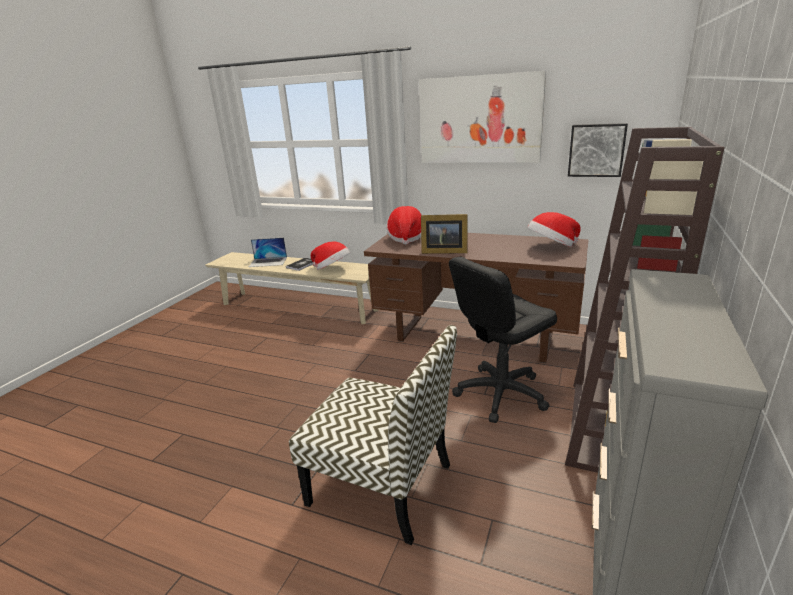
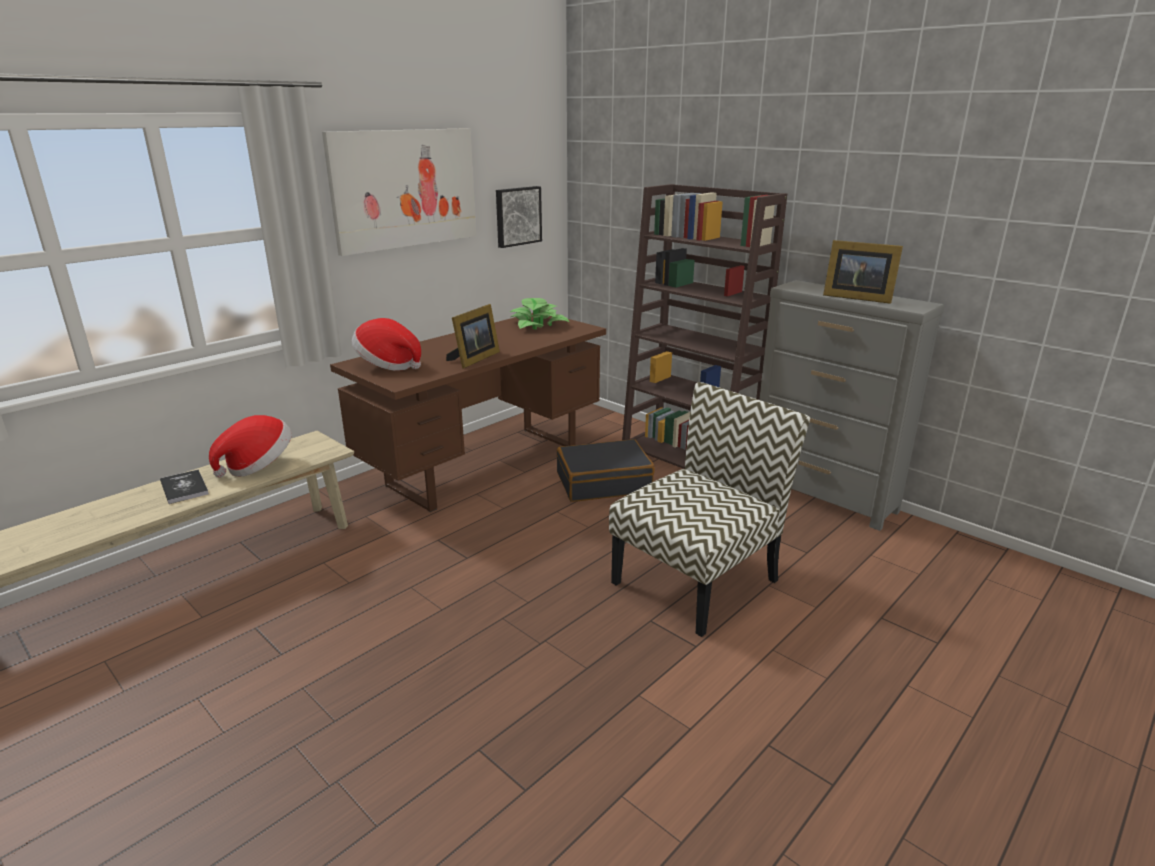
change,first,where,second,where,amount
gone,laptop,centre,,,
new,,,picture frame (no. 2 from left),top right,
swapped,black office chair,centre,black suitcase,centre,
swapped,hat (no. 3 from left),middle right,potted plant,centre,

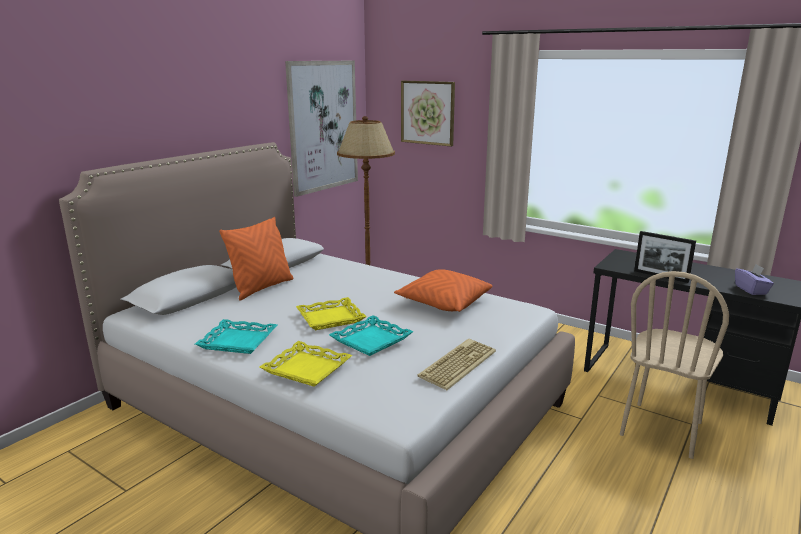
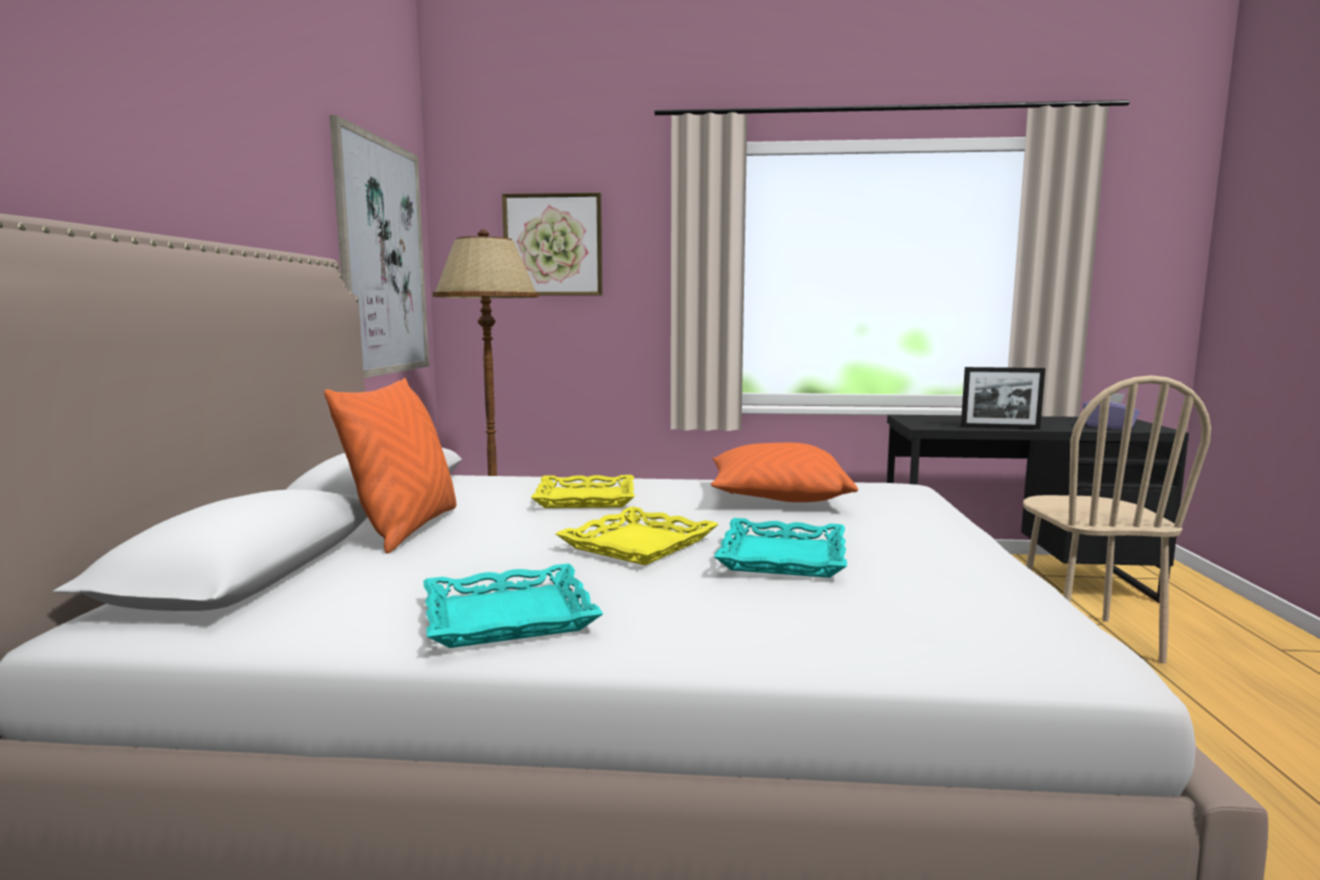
change,first,where,second,where,amount
gone,keyboard,bottom centre,,,
shifted,yellow tray (no. 1 from left),bottom centre,,centre,

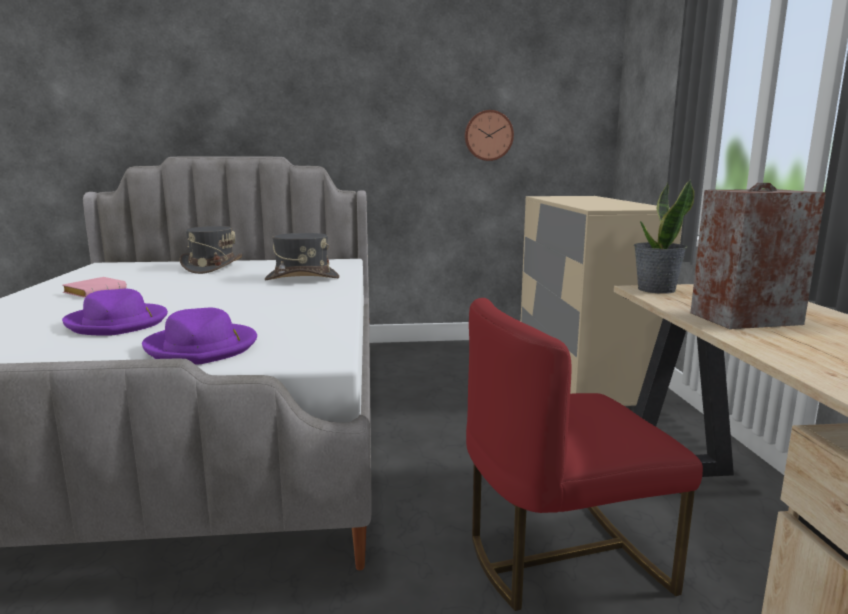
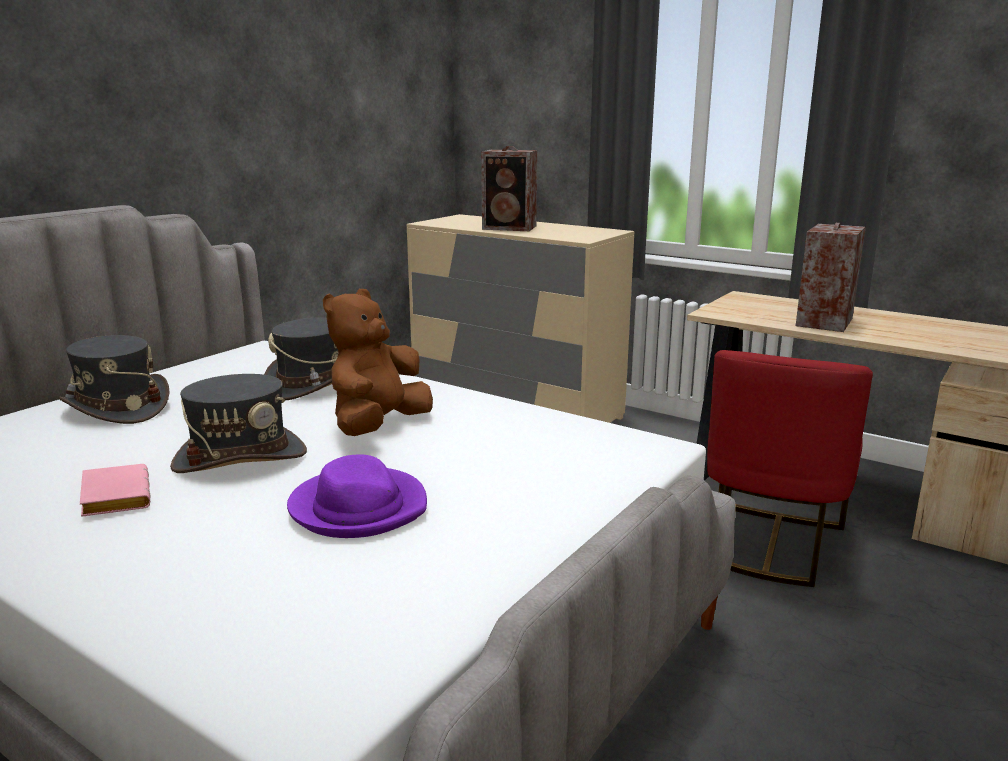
change,first,where,second,where,amount
gone,purple hat (no. 2 from left),middle left,,,
gone,wall clock,top centre,,,
gone,potted plant,middle right,,,
new,,,grey hat (no. 2 from left),middle left,
new,,,brown plush toy,centre,
new,,,speaker (no. 1 from left),top centre,

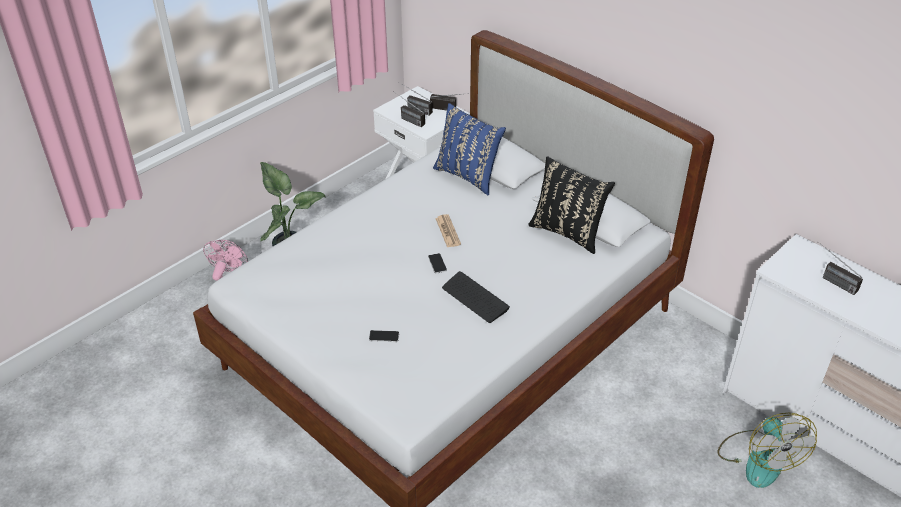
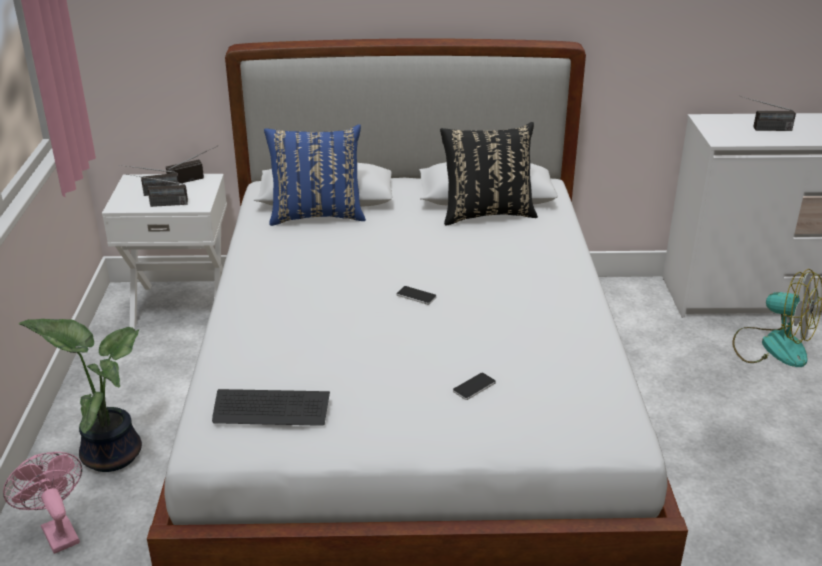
change,first,where,second,where,amount
gone,newspaper,centre,,,
shifted,keyboard,centre,,bottom left,

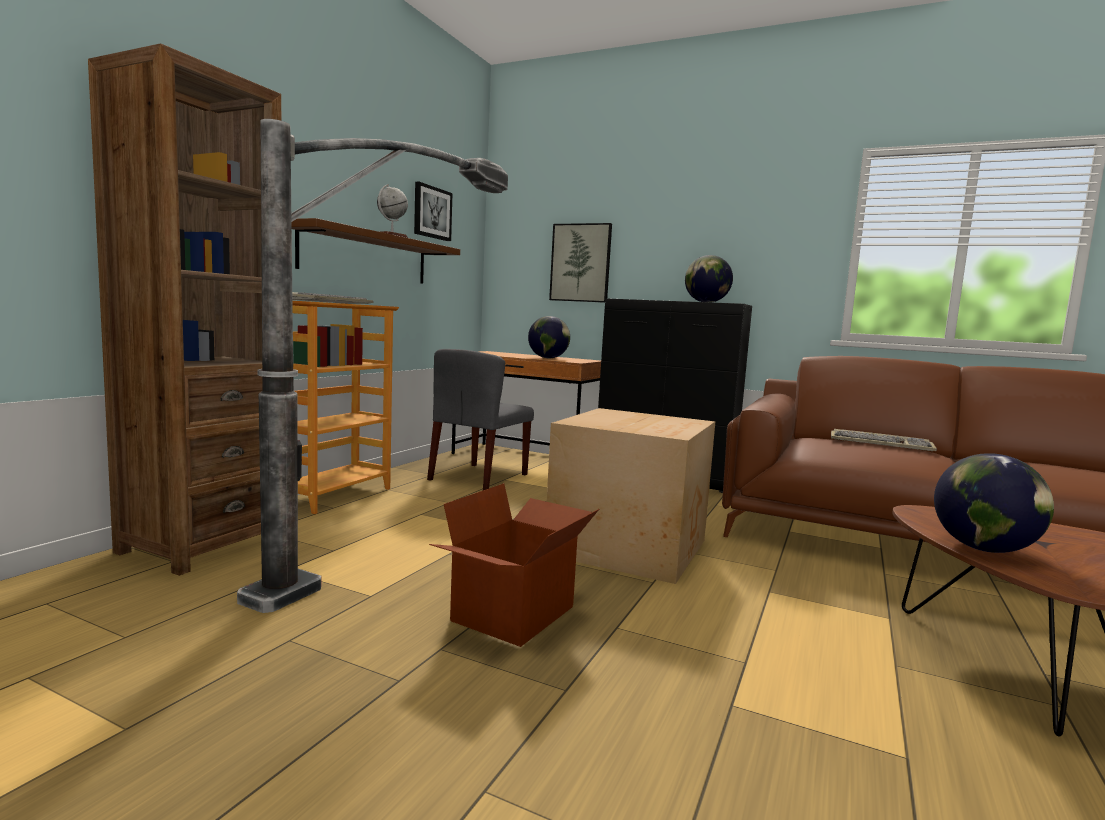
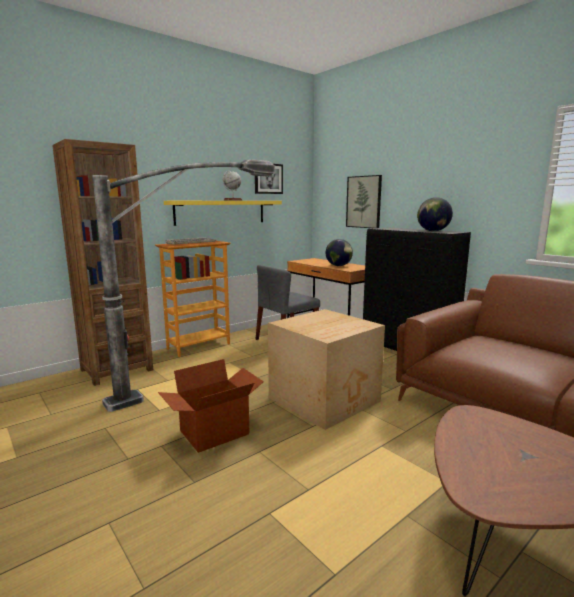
change,first,where,second,where,amount
gone,keyboard (no. 2 from left),middle right,,,
gone,globe (no. 4 from left),middle right,,,
repainted,brown shelf,top centre,yellow shelf,centre,

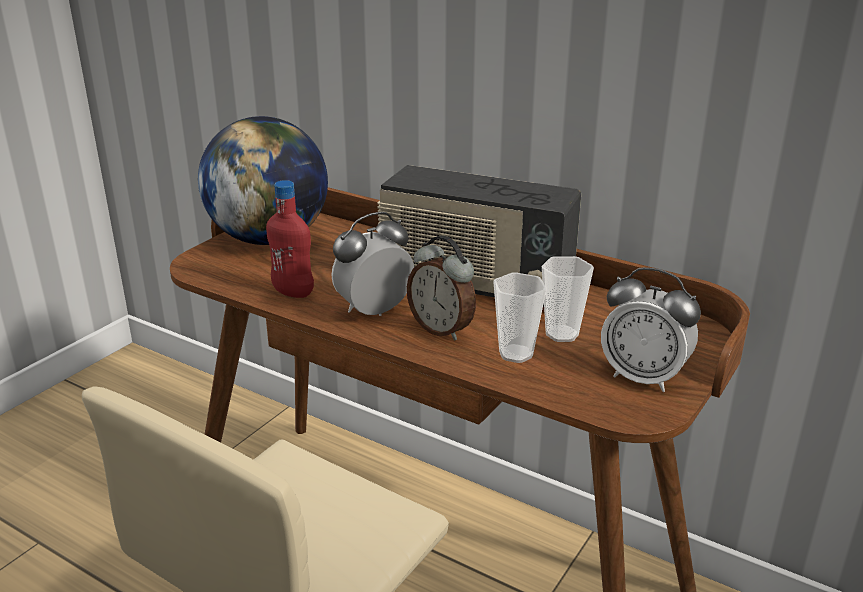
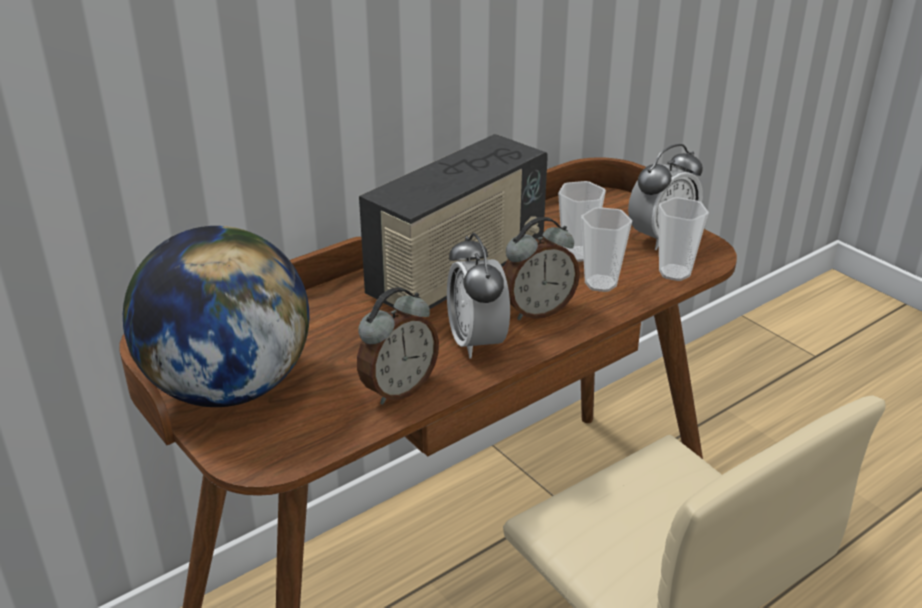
change,first,where,second,where,amount
new,,,cup (no. 3 from left),middle right,
swapped,red bottle,centre,alarm clock (no. 1 from left),centre,

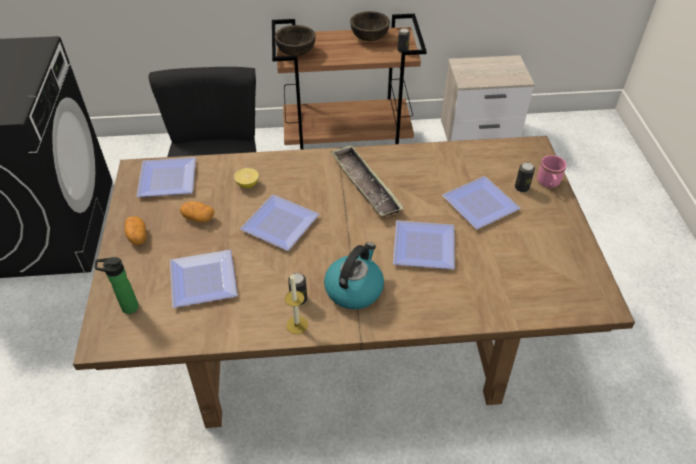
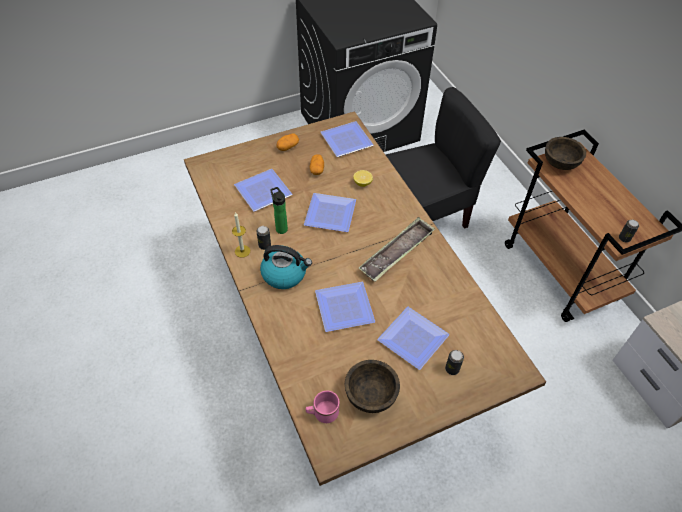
change,first,where,second,where,amount
shifted,bottle,middle left,,centre,
shifted,brown bowl (no. 2 from left in the first image),top centre,brown bowl (no. 1 from left),bottom centre,
shifted,pink mug,middle right,,bottom centre,

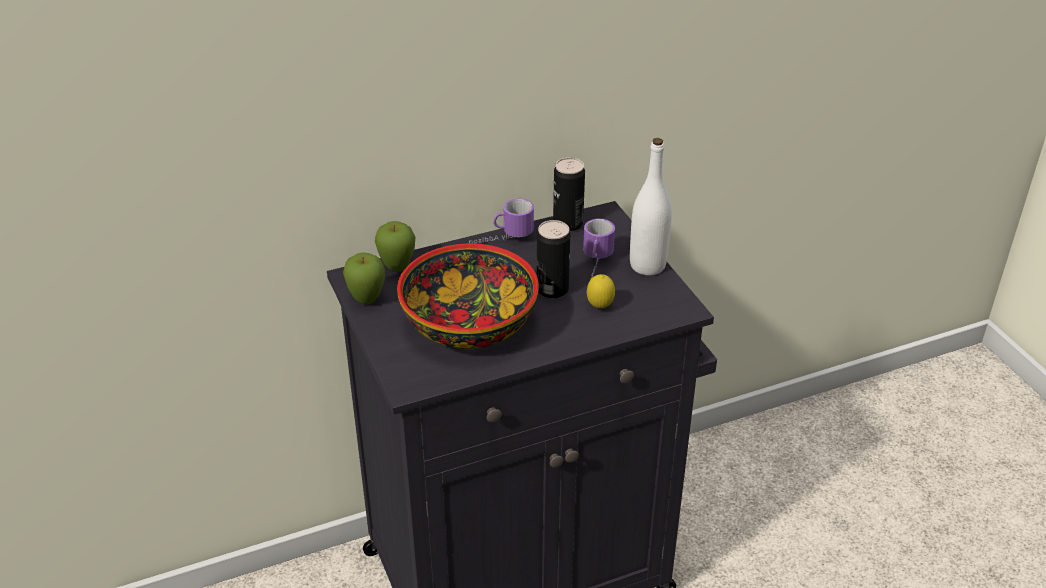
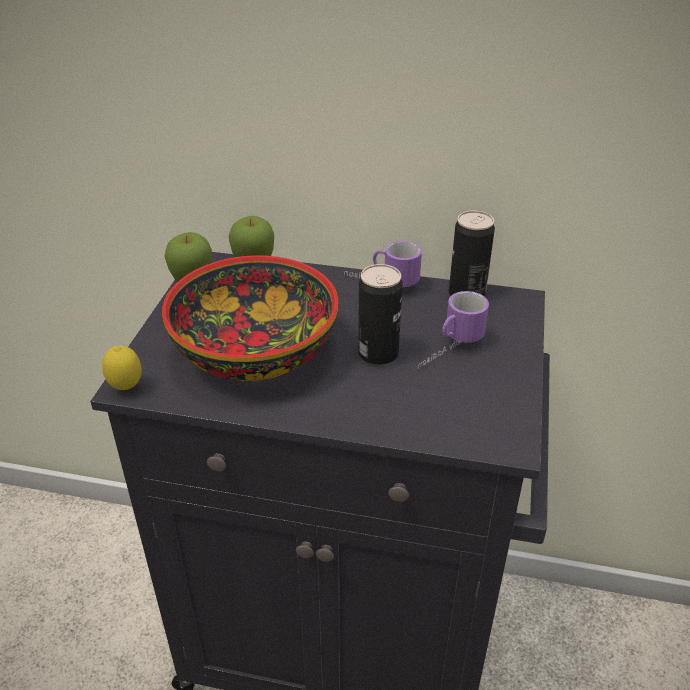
change,first,where,second,where,amount
gone,white bottle,centre,,,
shifted,lemon,centre,,middle left,

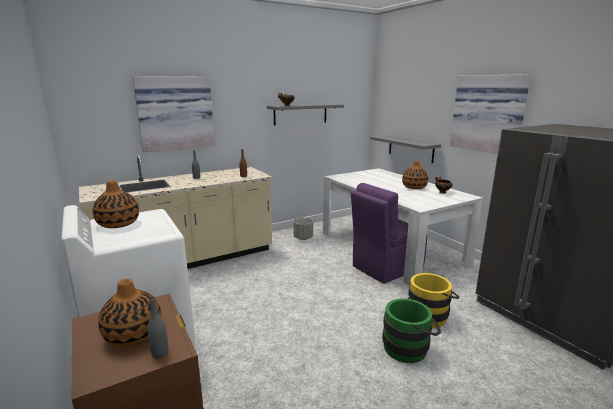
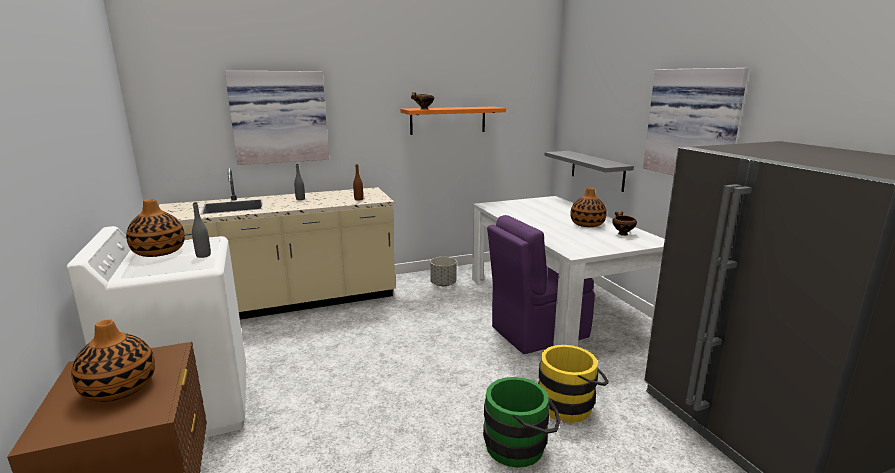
change,first,where,second,where,amount
shifted,grey bottle (no. 1 from left),bottom left,,middle left,
repainted,grey shelf (no. 1 from left),top centre,orange shelf,top centre,

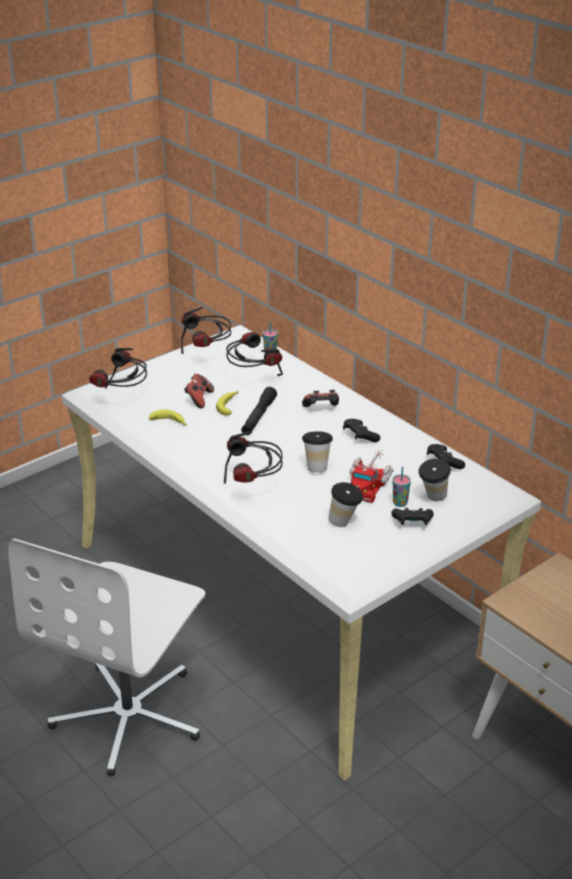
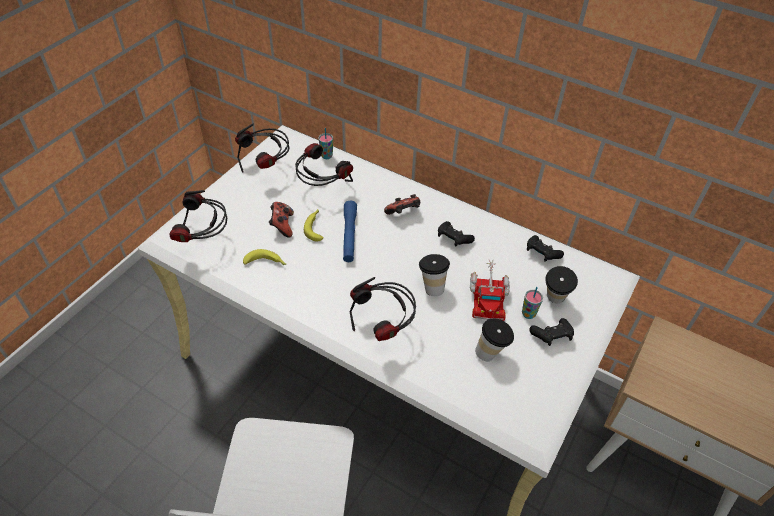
change,first,where,second,where,amount
repainted,black flashlight,centre,blue flashlight,centre,

